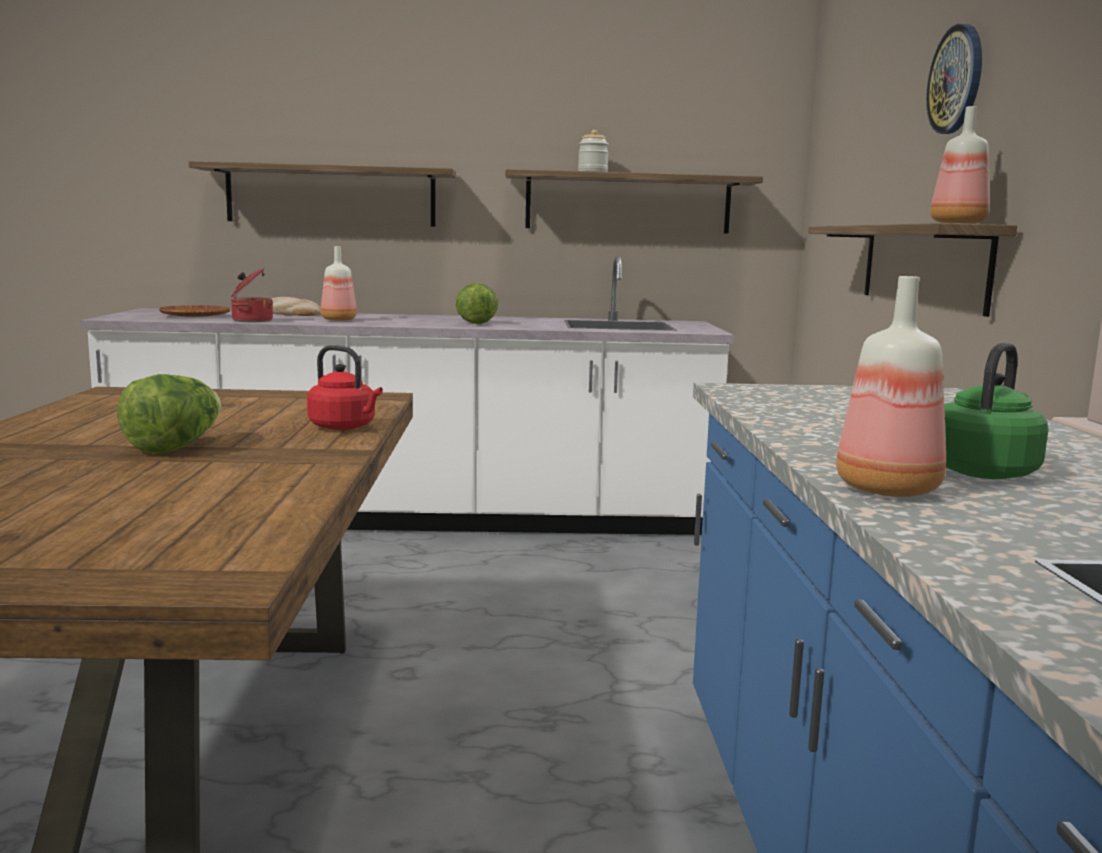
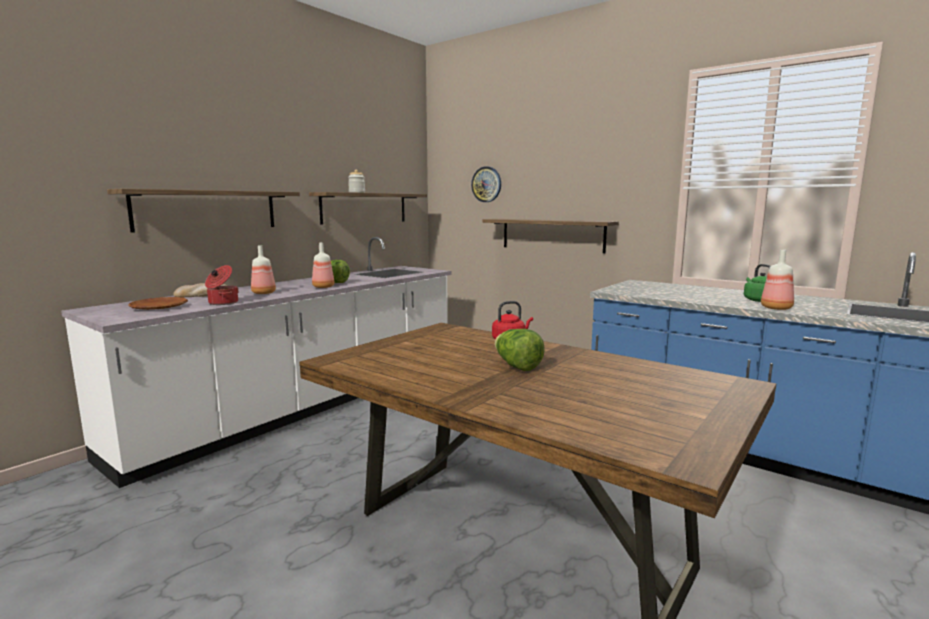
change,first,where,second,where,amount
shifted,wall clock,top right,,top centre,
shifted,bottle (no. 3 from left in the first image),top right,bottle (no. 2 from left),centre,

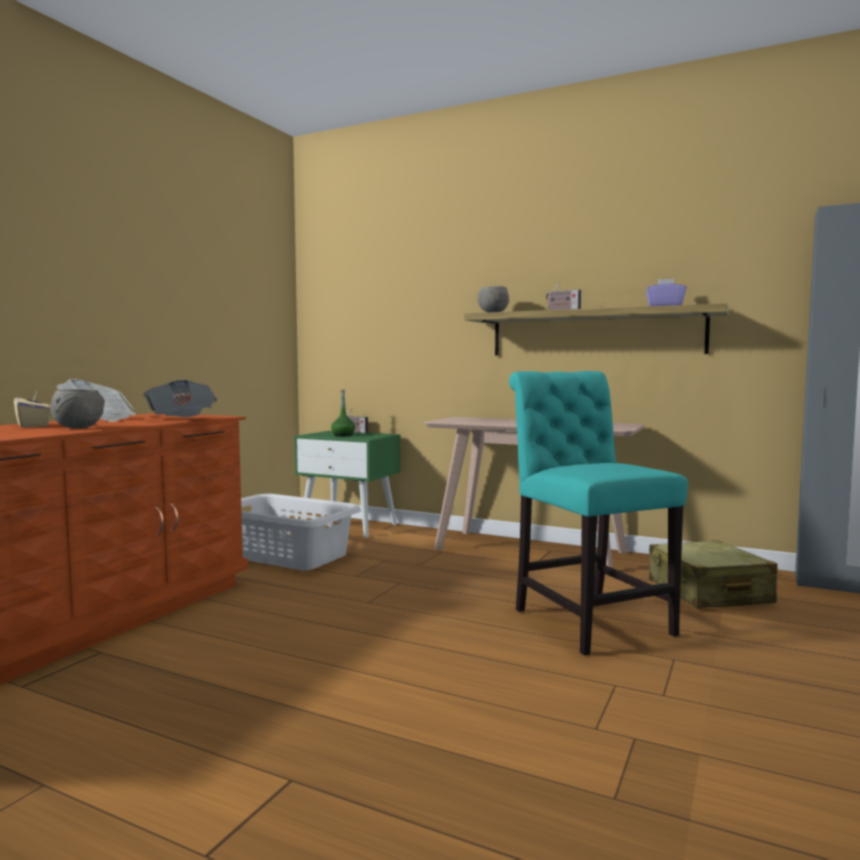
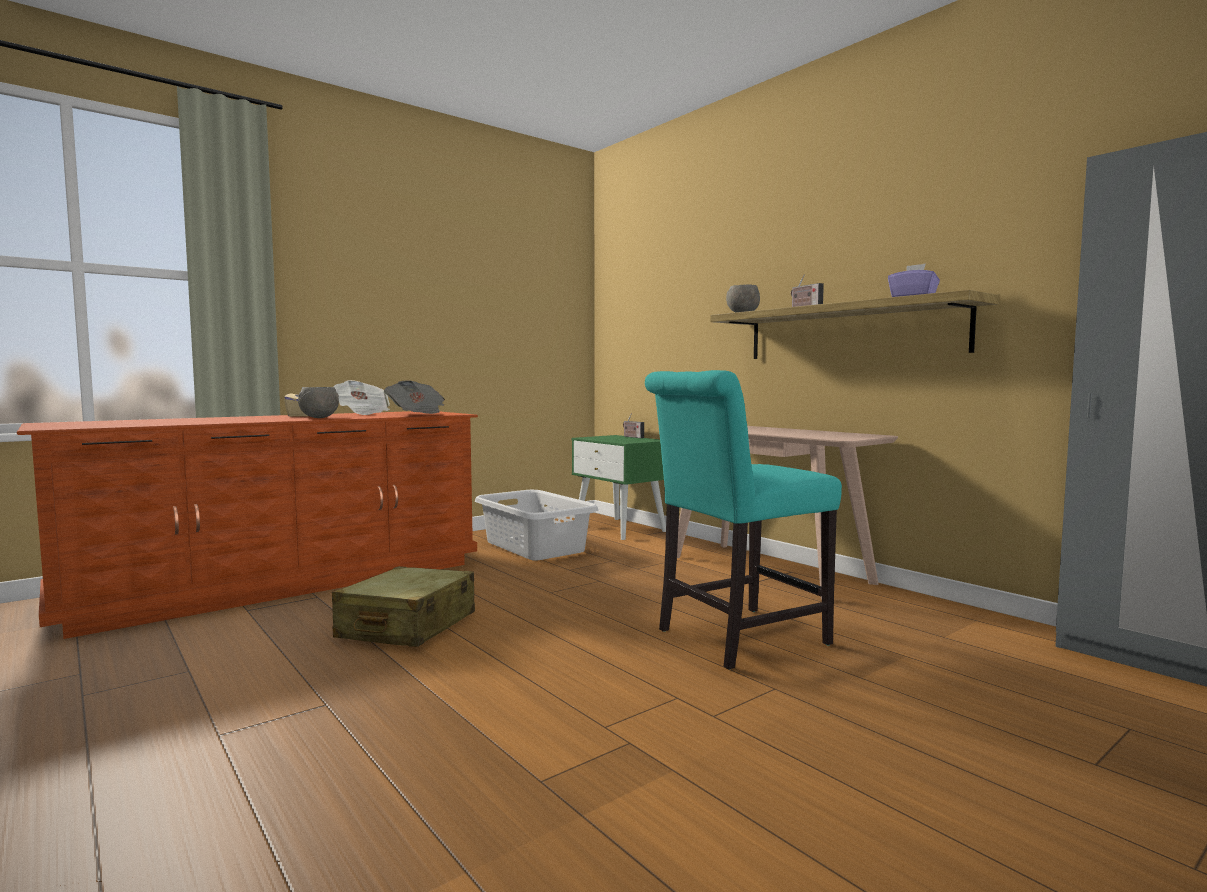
change,first,where,second,where,amount
gone,green bottle,centre,,,
shifted,beige suitcase,bottom right,,bottom centre,
rotated,turquoise chair,middle right,,centre,120 degrees counterclockwise

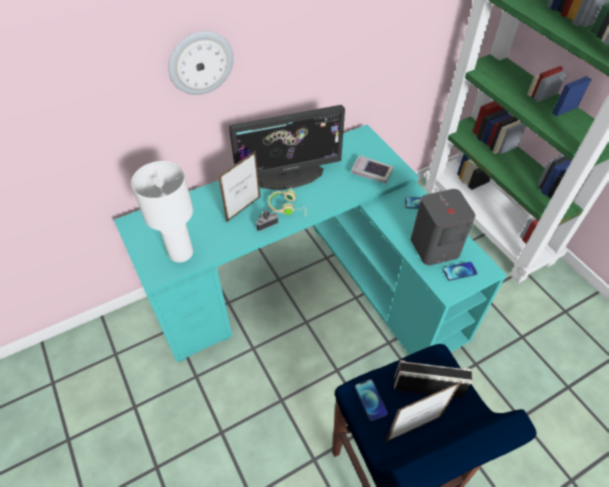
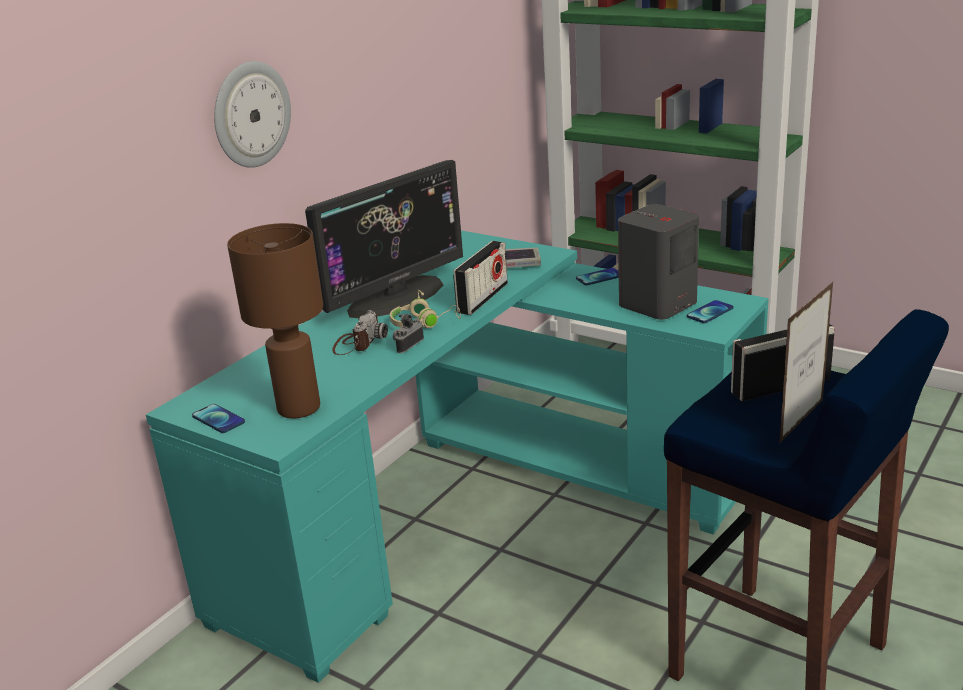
change,first,where,second,where,amount
new,,,radio (no. 1 from left),centre,
shifted,phone (no. 1 from left),bottom centre,,middle left,
swapped,picture frame (no. 1 from left),centre,photo camera (no. 1 from left),centre,
repainted,white table lamp,middle left,brown table lamp,middle left,

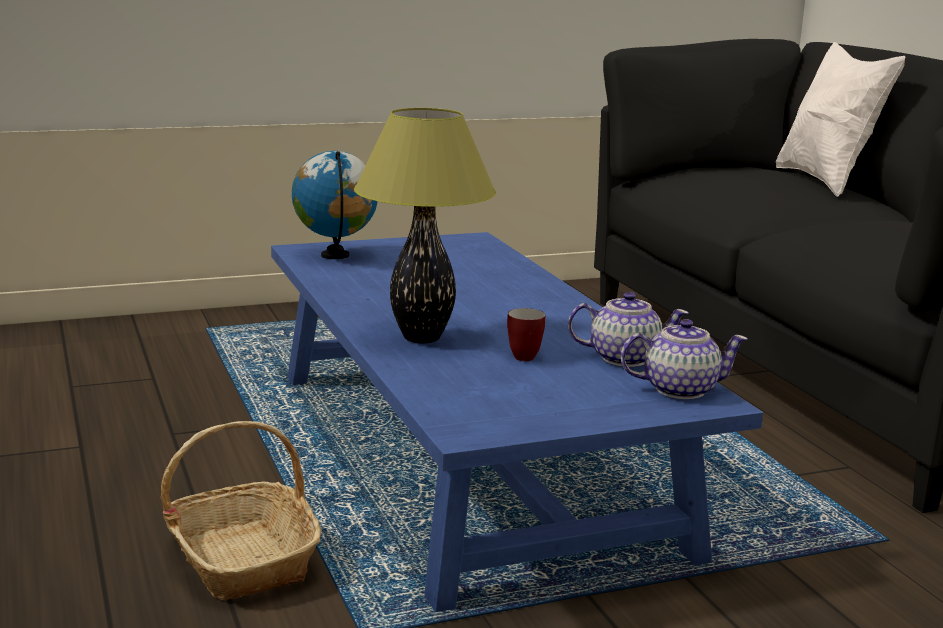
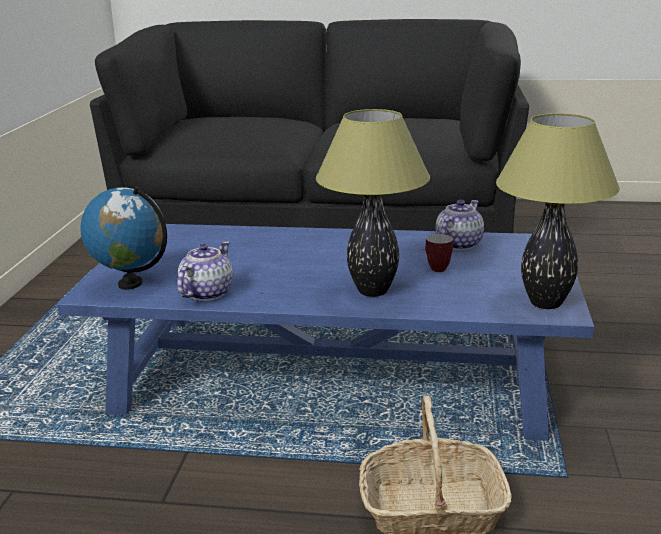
change,first,where,second,where,amount
gone,white pillow,top right,,,
new,,,table lamp (no. 2 from left),middle right,
shifted,teapot (no. 2 from left in the first image),middle right,teapot (no. 1 from left),middle left,

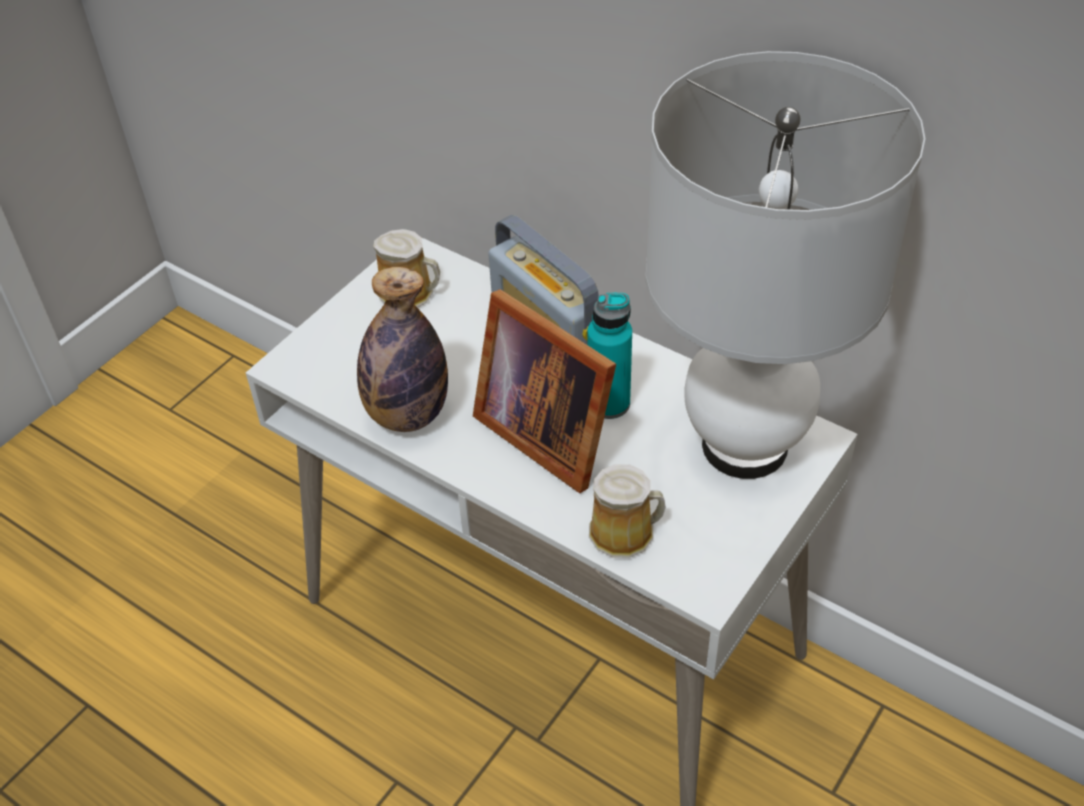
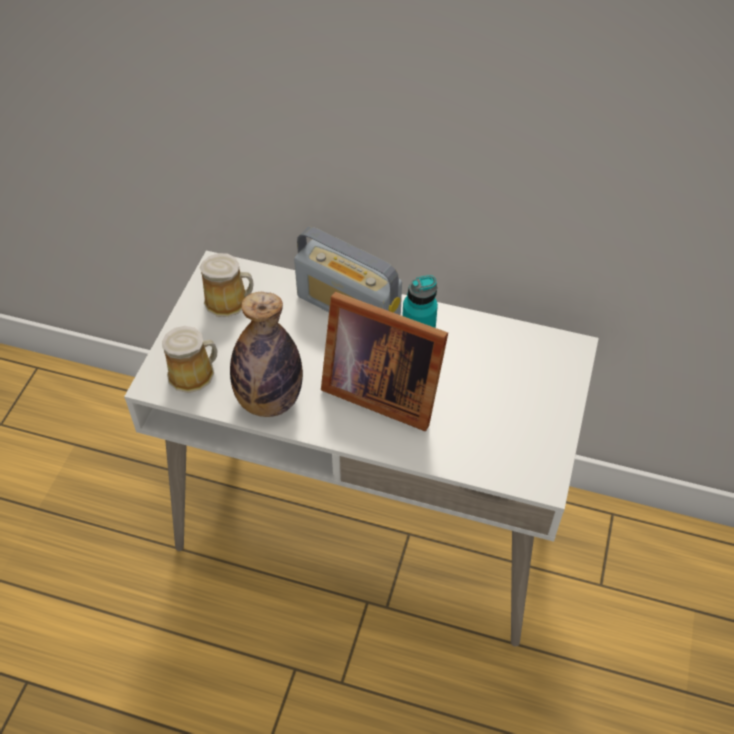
change,first,where,second,where,amount
gone,white table lamp,top right,,,
shifted,mug (no. 2 from left in the first image),centre,mug (no. 1 from left),middle left,

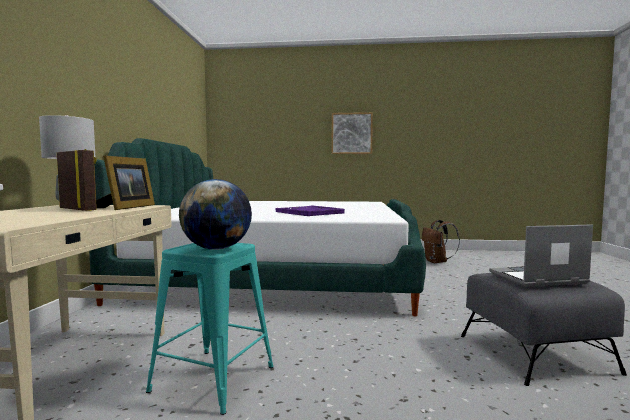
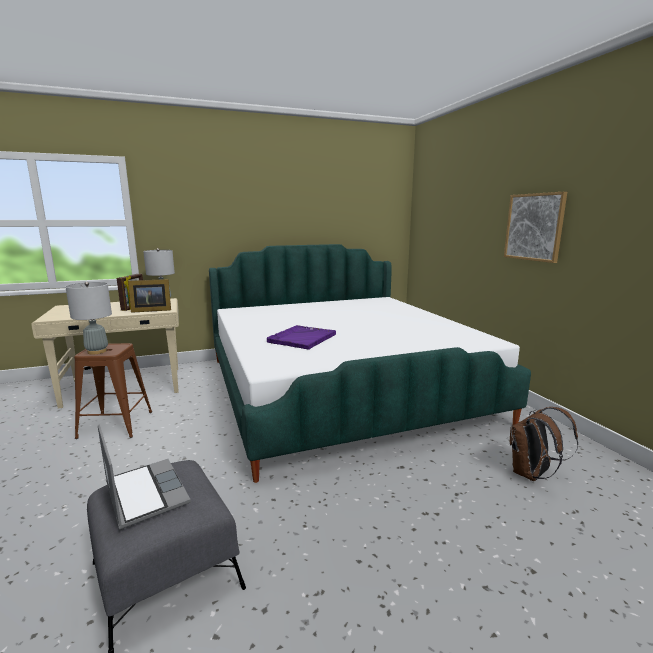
change,first,where,second,where,amount
swapped,globe,centre,grey table lamp (no. 1 from left),middle left,
repainted,turquoise stool,bottom centre,brown stool,middle left,

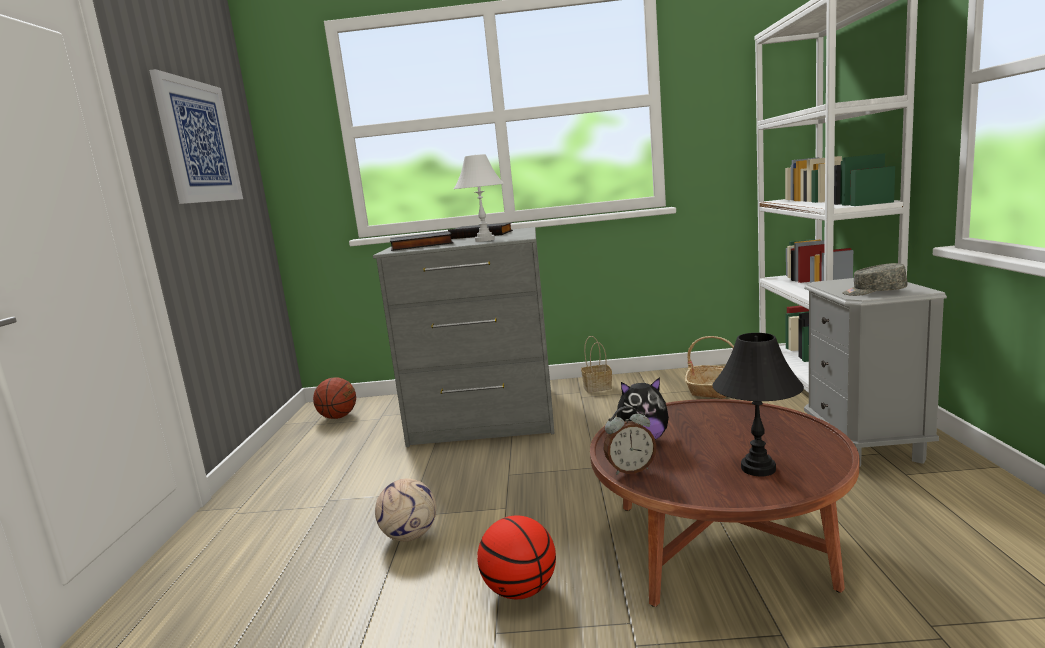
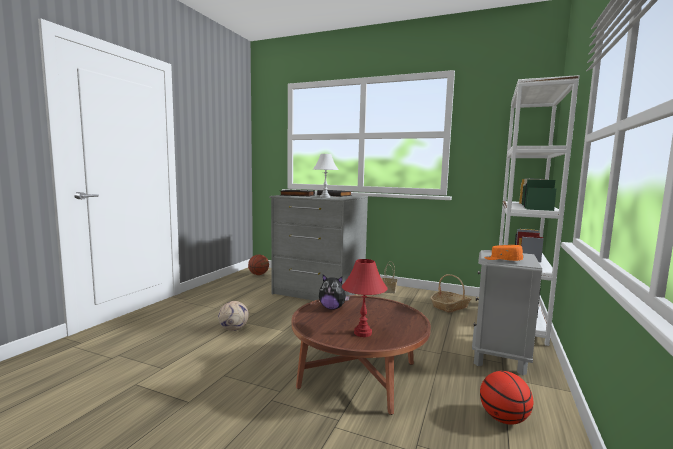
change,first,where,second,where,amount
gone,picture,top left,,,
gone,alarm clock,bottom centre,,,
shifted,basketball (no. 2 from left),bottom centre,,bottom right,
repainted,black table lamp,middle right,red table lamp,centre,
repainted,grey cap,middle right,orange cap,middle right,

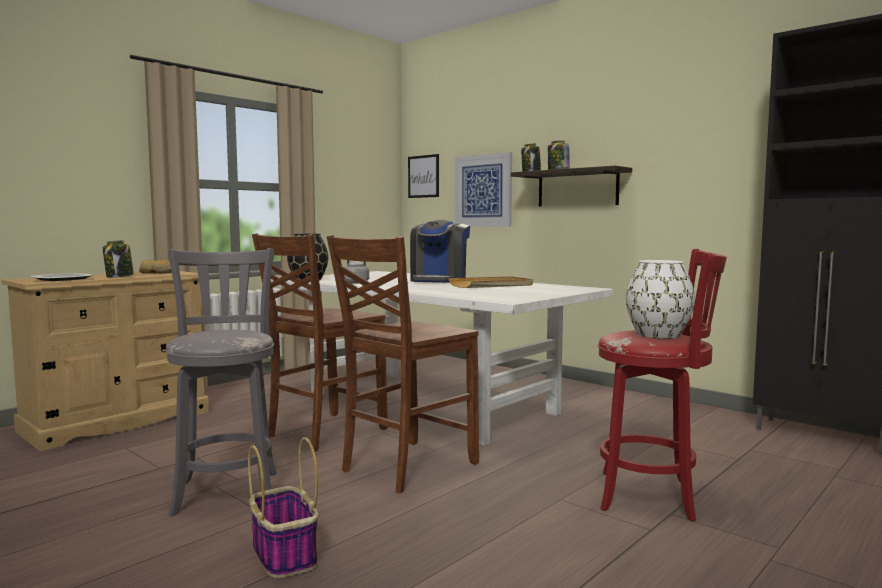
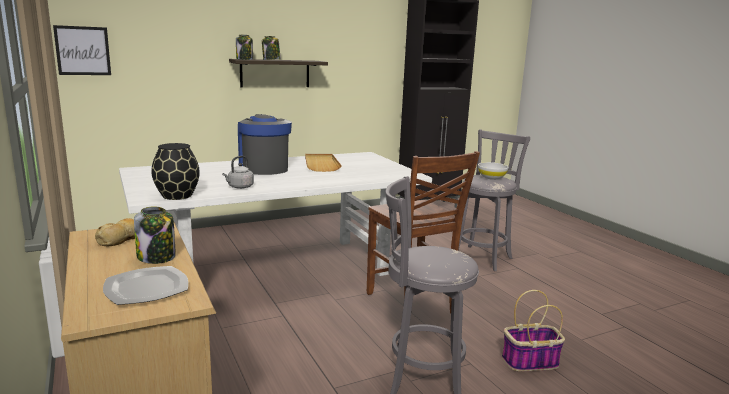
change,first,where,second,where,amount
gone,brown chair (no. 1 from left),centre,,,
gone,picture (no. 2 from left),top centre,,,
swapped,white vase,middle right,white bowl,middle right,
repainted,red stool,middle right,grey stool (no. 2 from left),middle right,
rotated,coffee machine,centre,,centre,150 degrees counterclockwise

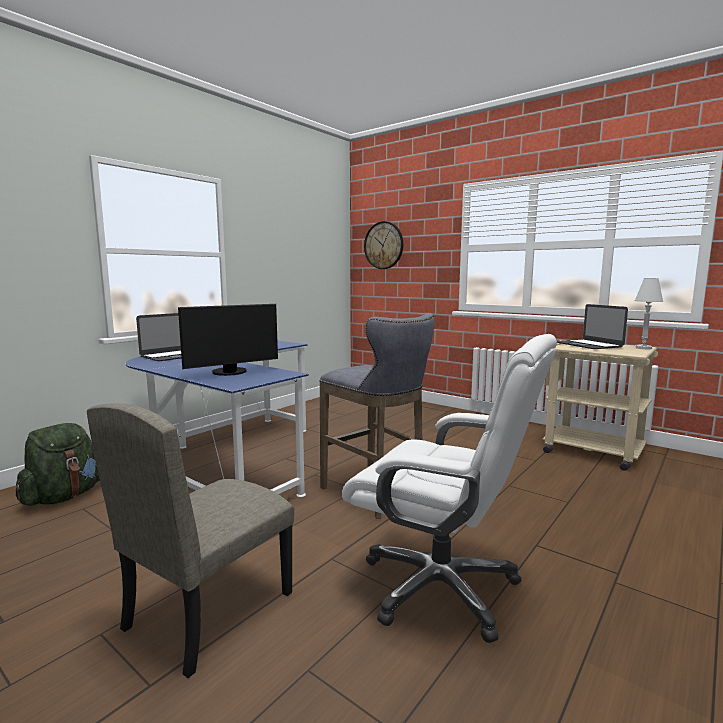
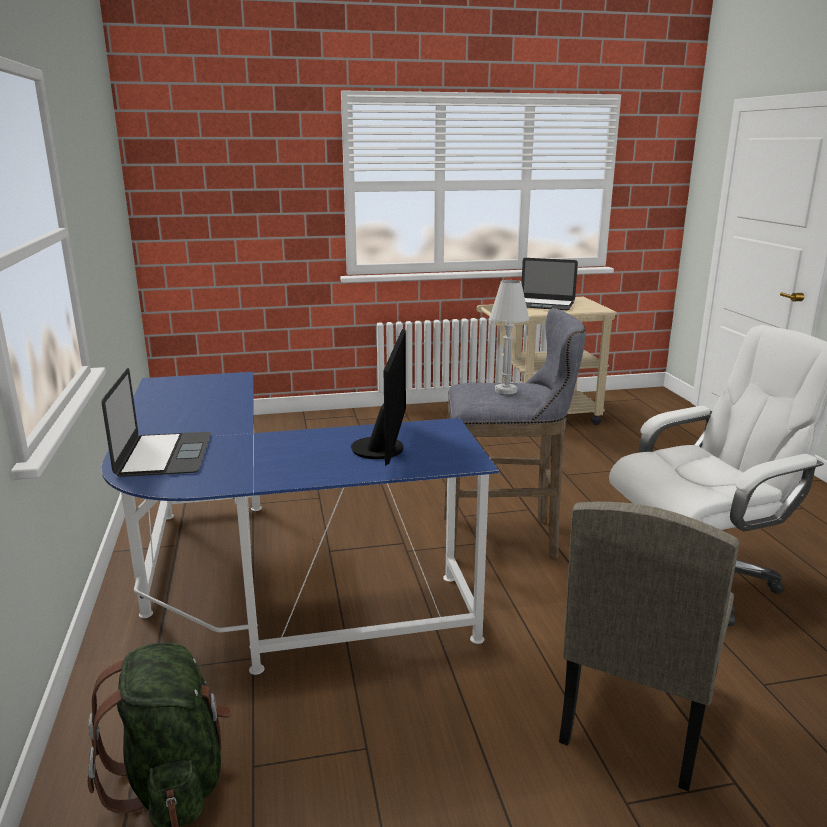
change,first,where,second,where,amount
gone,wall clock,centre,,,
shifted,white table lamp,middle right,,centre,
rotated,beige chair,bottom left,,bottom right,45 degrees clockwise

